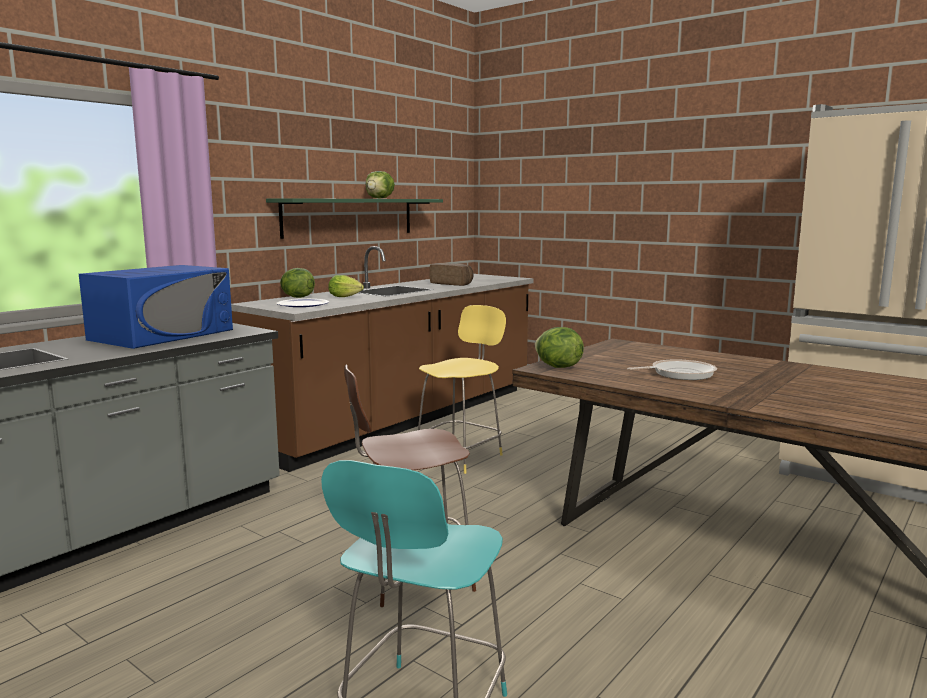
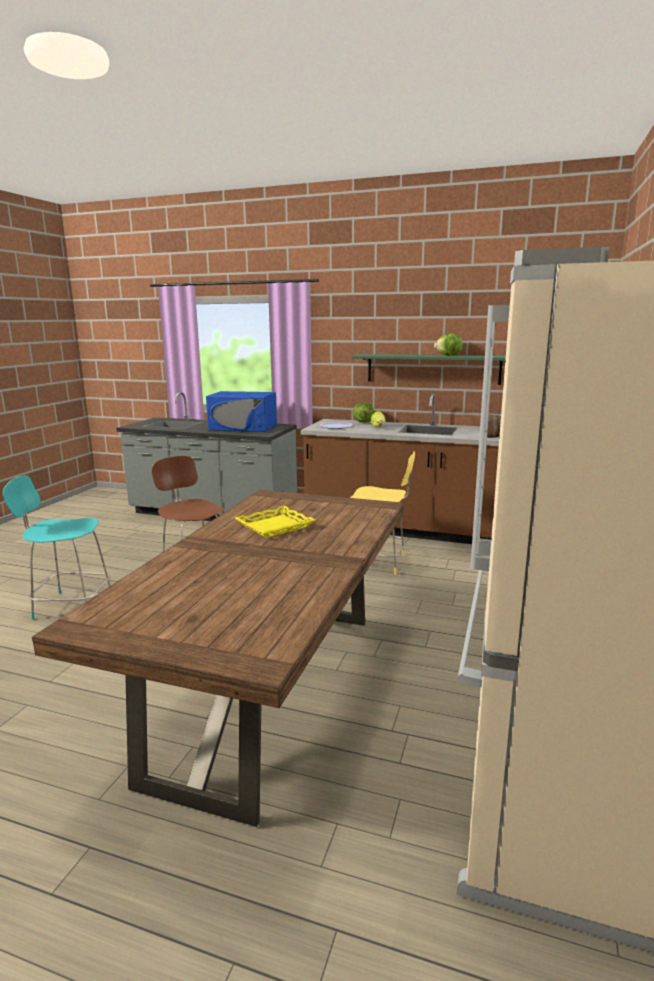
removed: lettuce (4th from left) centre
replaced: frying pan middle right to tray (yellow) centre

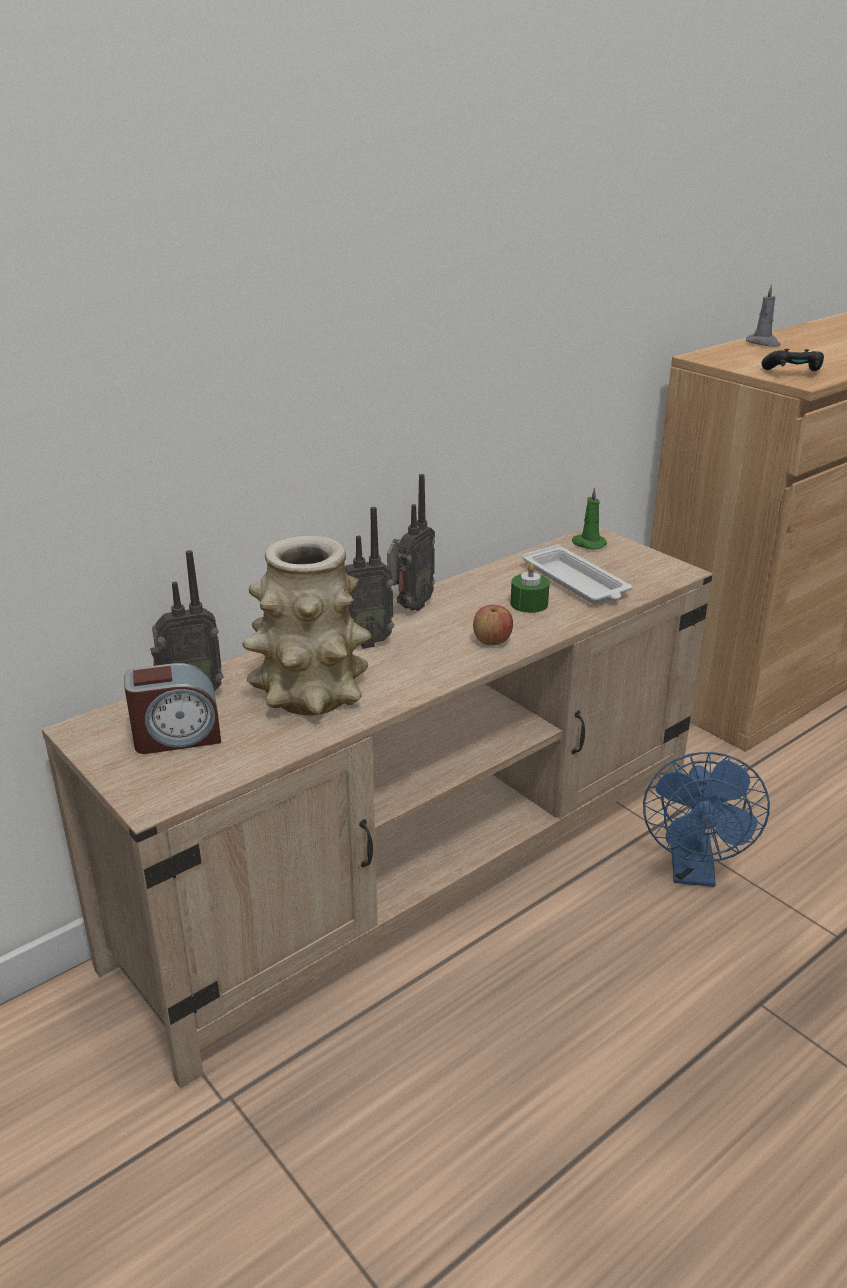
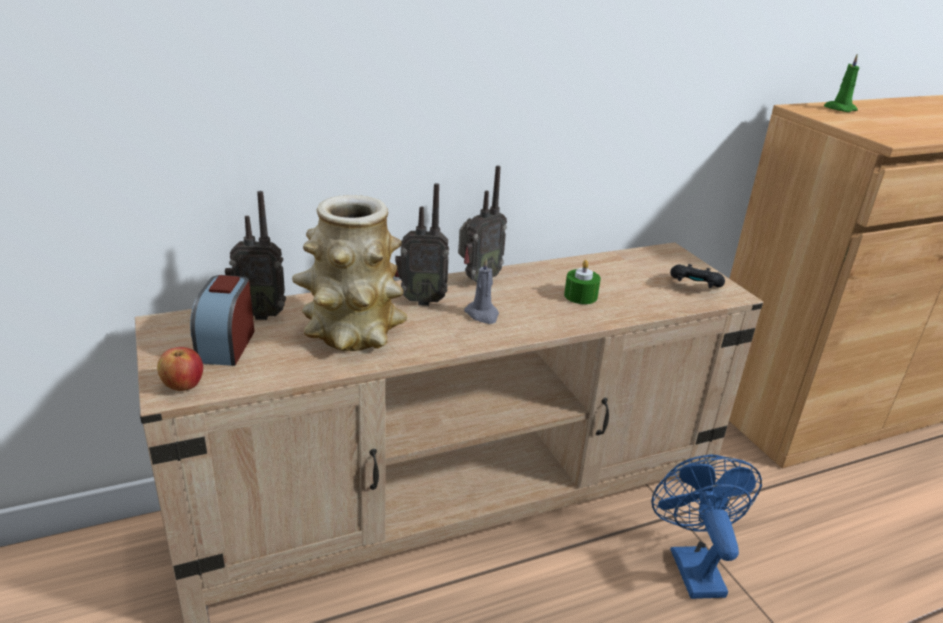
removed: tray (white) middle right
moved: candle (grey) top right to centre; game controller (black) top right to middle right; candle (green) (2nd from left) middle right to top right; apple centre to middle left
turned: alarm clock middle left = middle left 90 degrees clockwise; fan (blue) middle right = bottom right 150 degrees clockwise

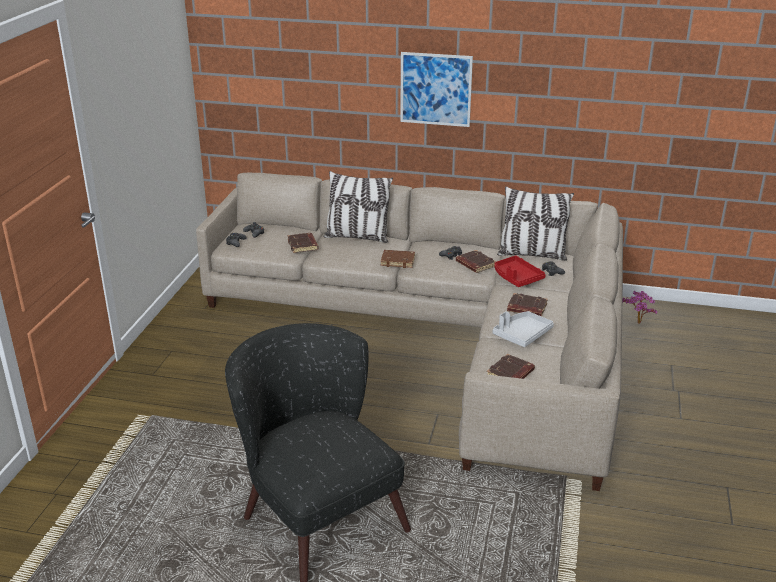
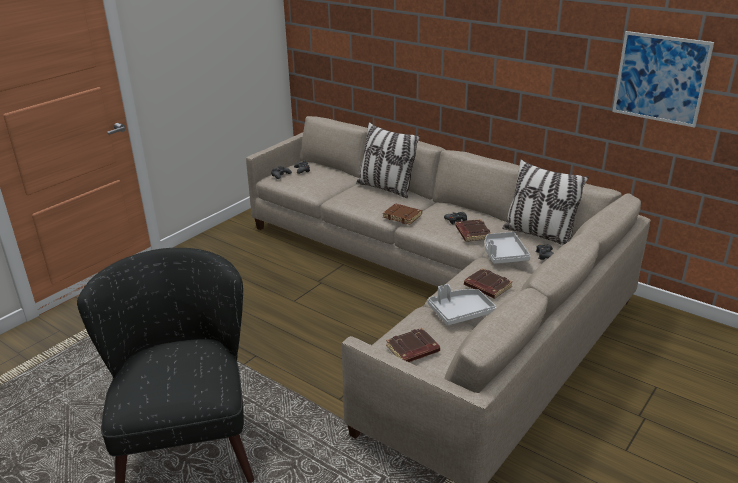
removed: book (brown) (1st from left) centre; potted plant middle right
moved: picture top centre to top right
recoloured: tray (red) middle right to tray (grey) (2nd from left) middle right

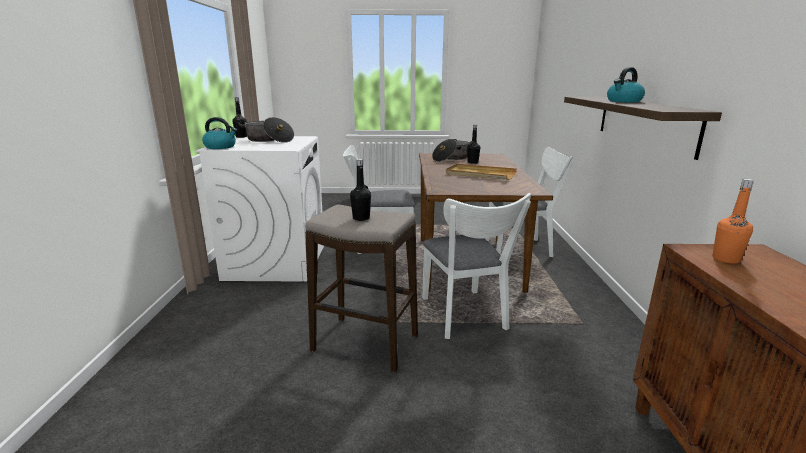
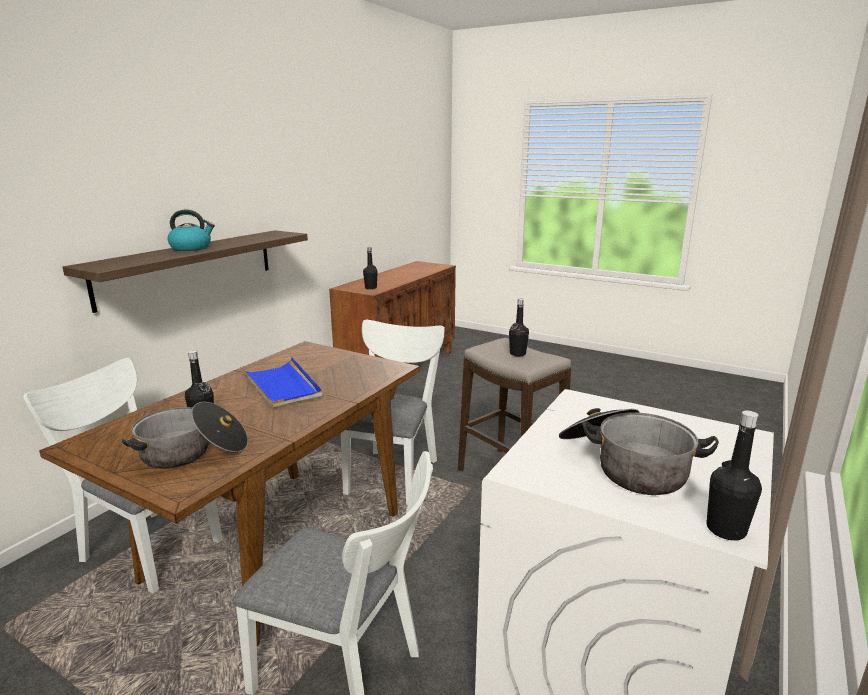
removed: kettle (1st from left) top left
recoloured: tray (beige) centre to tray (blue) middle left; bottle (orange) middle right to bottle (black) (2nd from left) centre

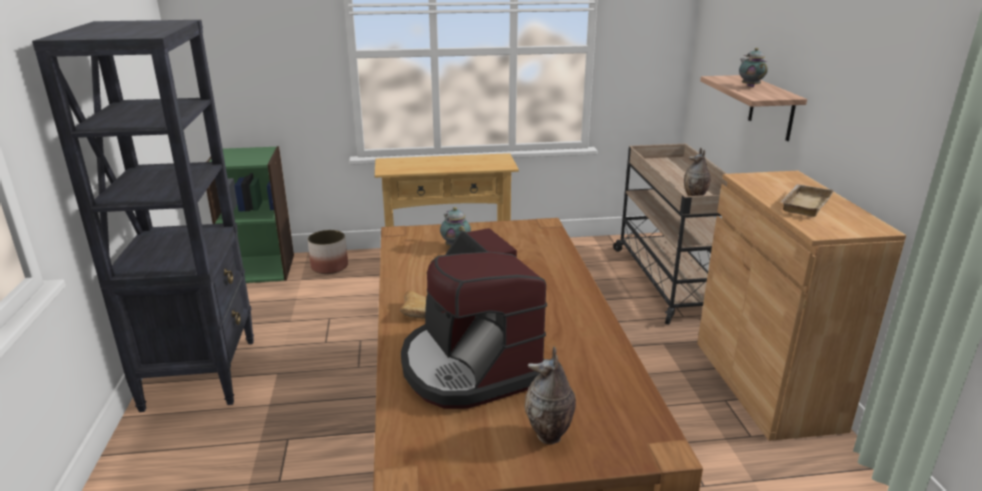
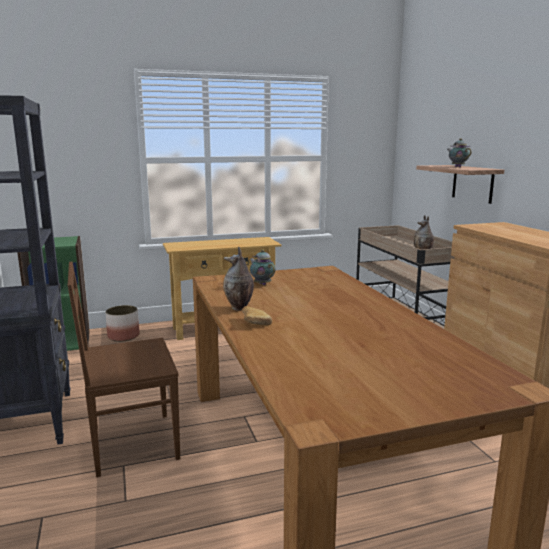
removed: tray (beige) middle right; coffee machine centre
added: chair (brown) bottom left
moved: vase (1st from left) bottom centre to centre

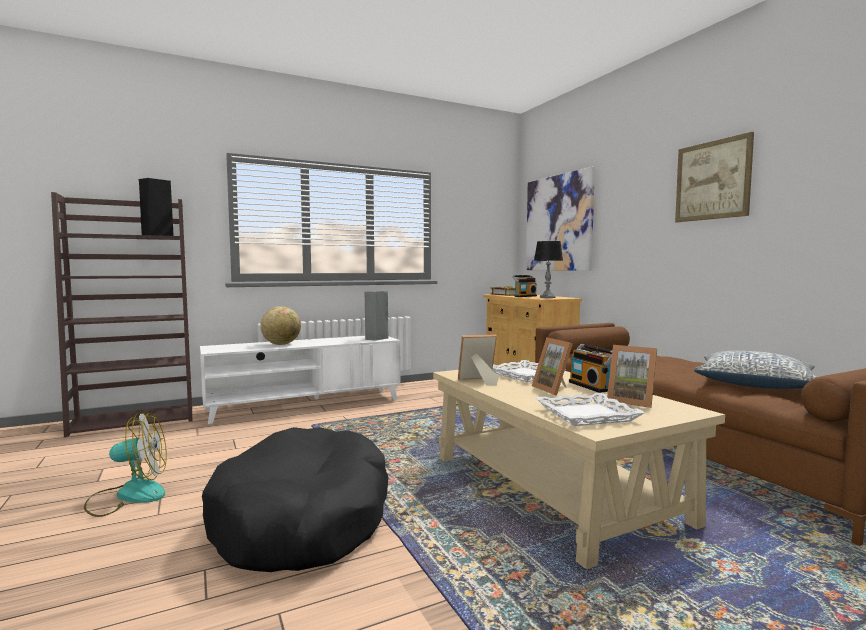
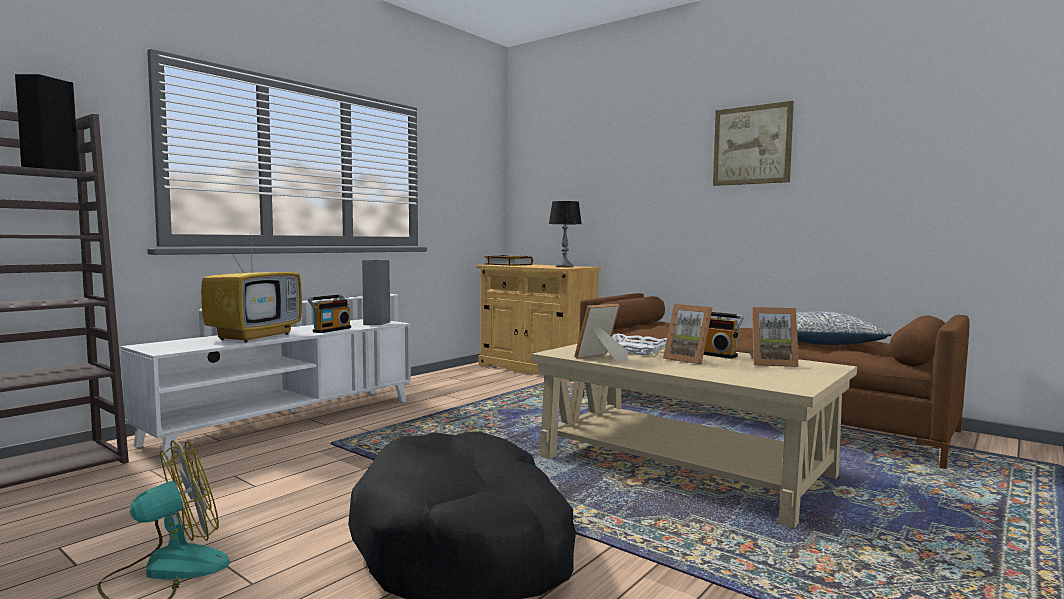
removed: picture (1st from left) centre; tray (white) (2nd from left) middle right
moved: radio (1st from left) centre to middle left
replaced: globe middle left to television middle left

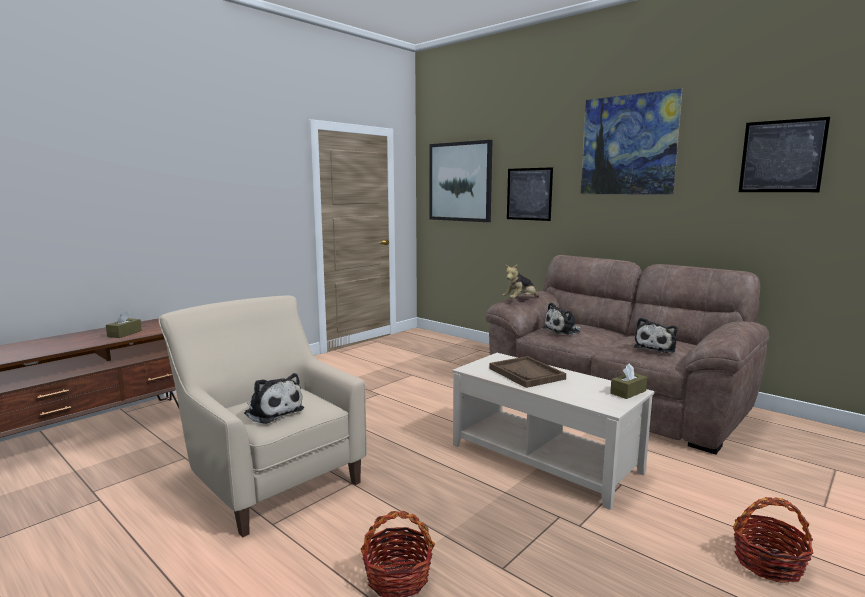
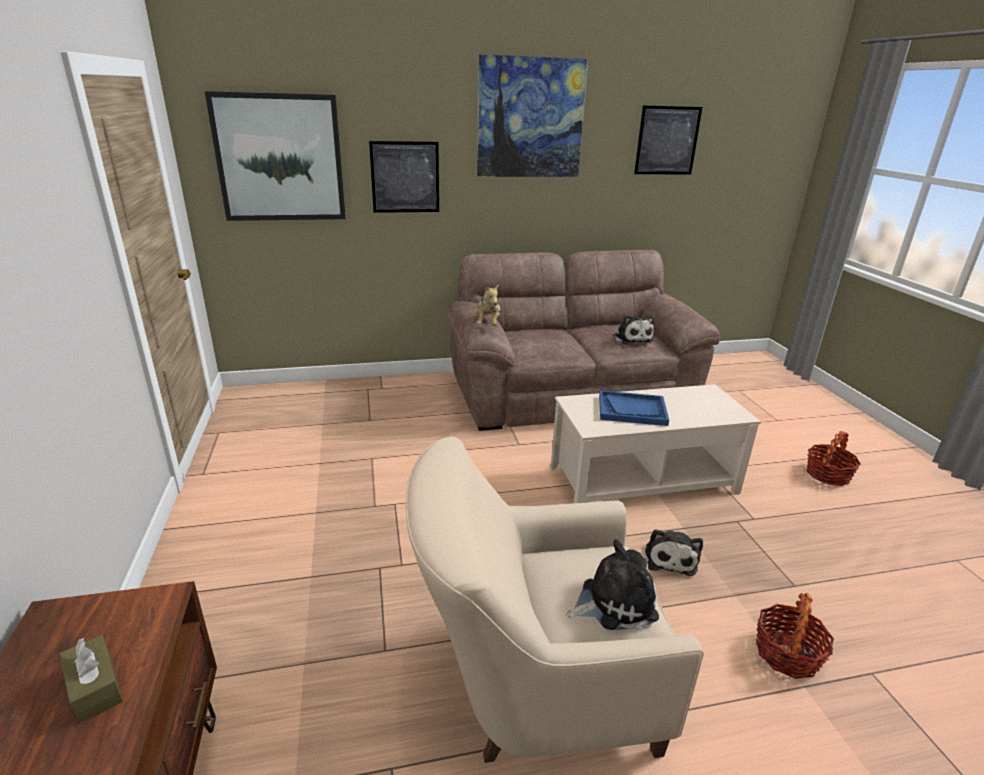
removed: tissue box (brown) (2nd from left) middle right
moved: plush toy (3rd from left in the first image) centre to plush toy (4th from left) bottom right
recoloured: tray (brown) centre to tray (blue) centre

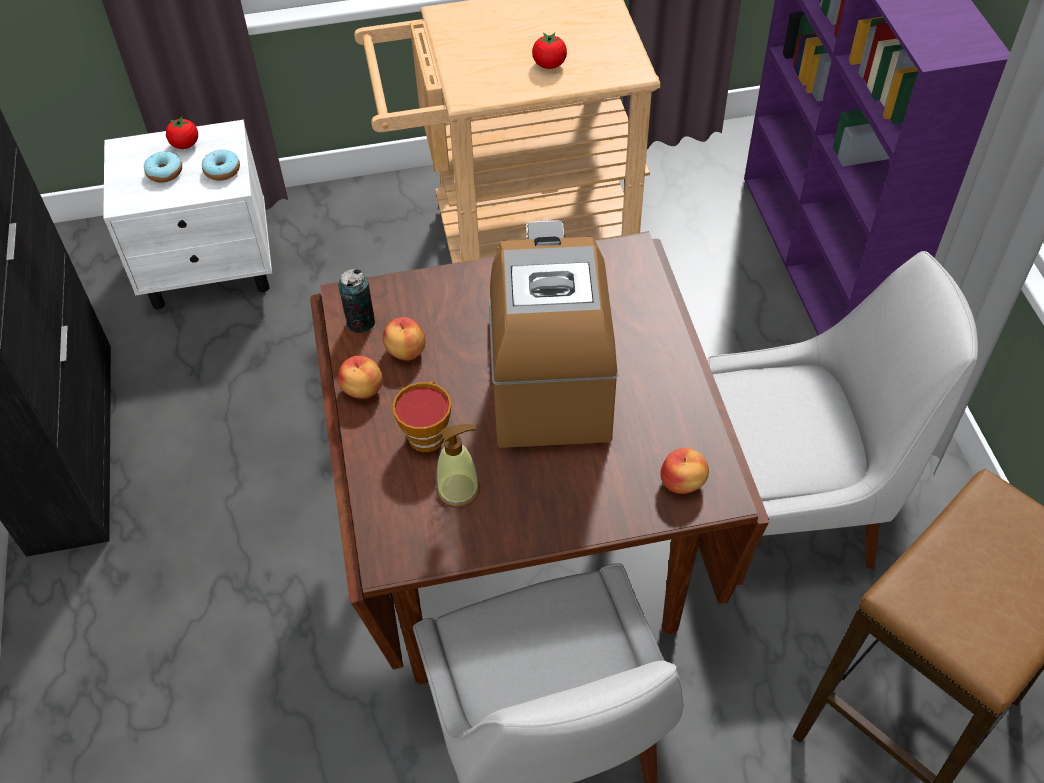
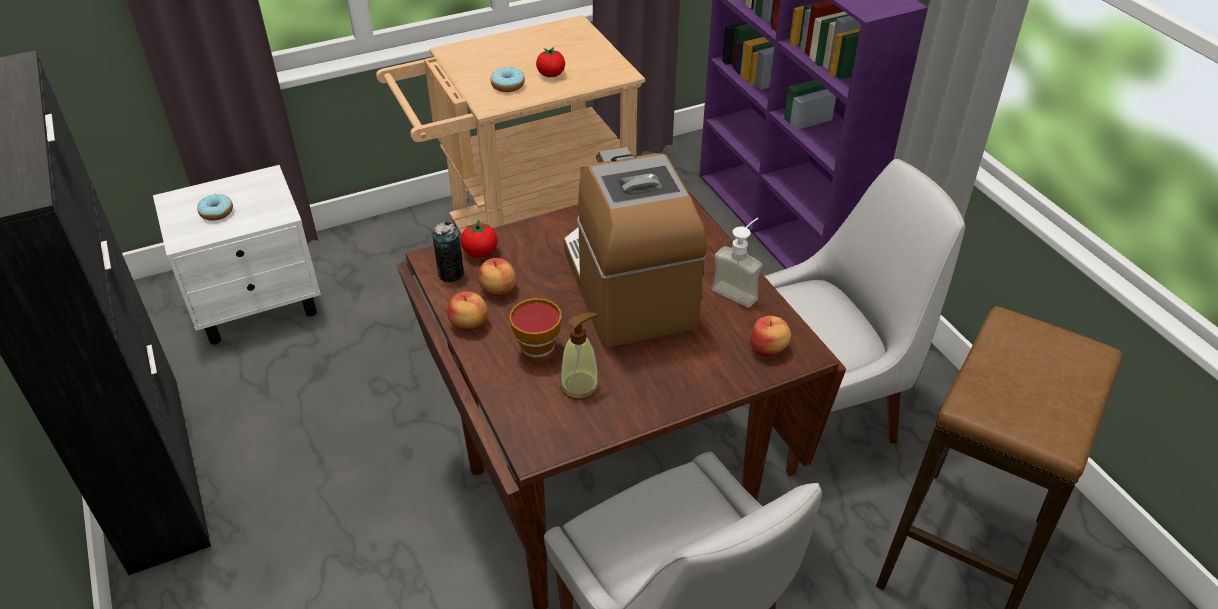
added: soap dispenser (2nd from left) centre
moved: tomato (1st from left) top left to centre; donut (2nd from left) top left to top centre

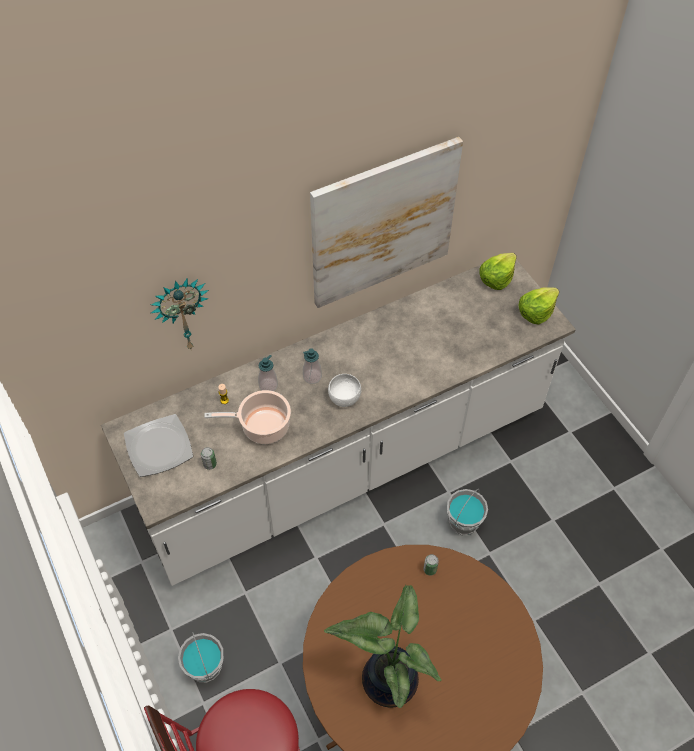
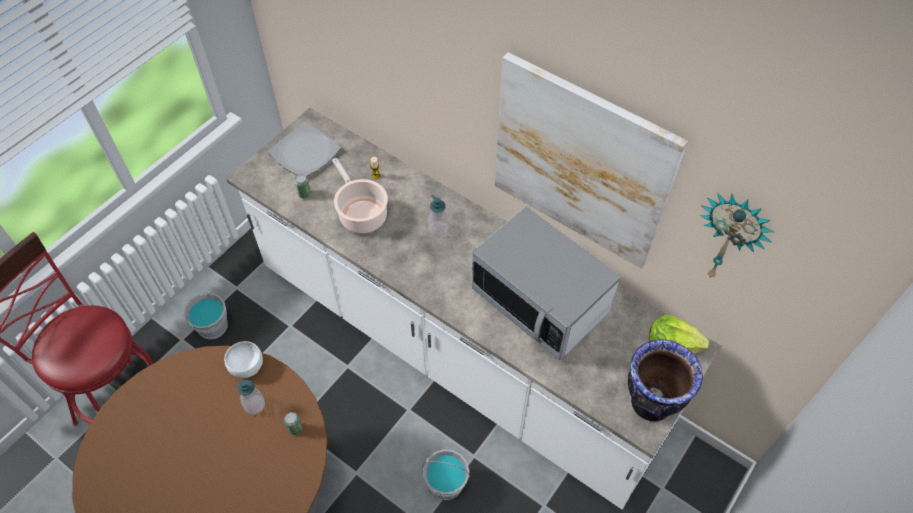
removed: potted plant bottom centre
added: microwave centre
moved: wall clock middle left to middle right; soap dispenser (1st from left) centre to bottom left; bowl (white) centre to bottom left
replaced: lettuce (2nd from left) middle right to vase bottom right

